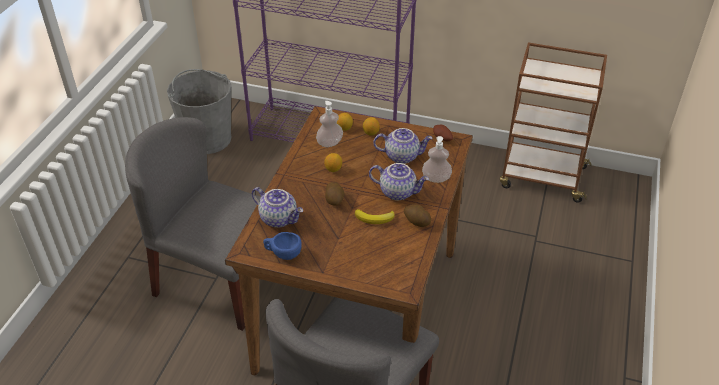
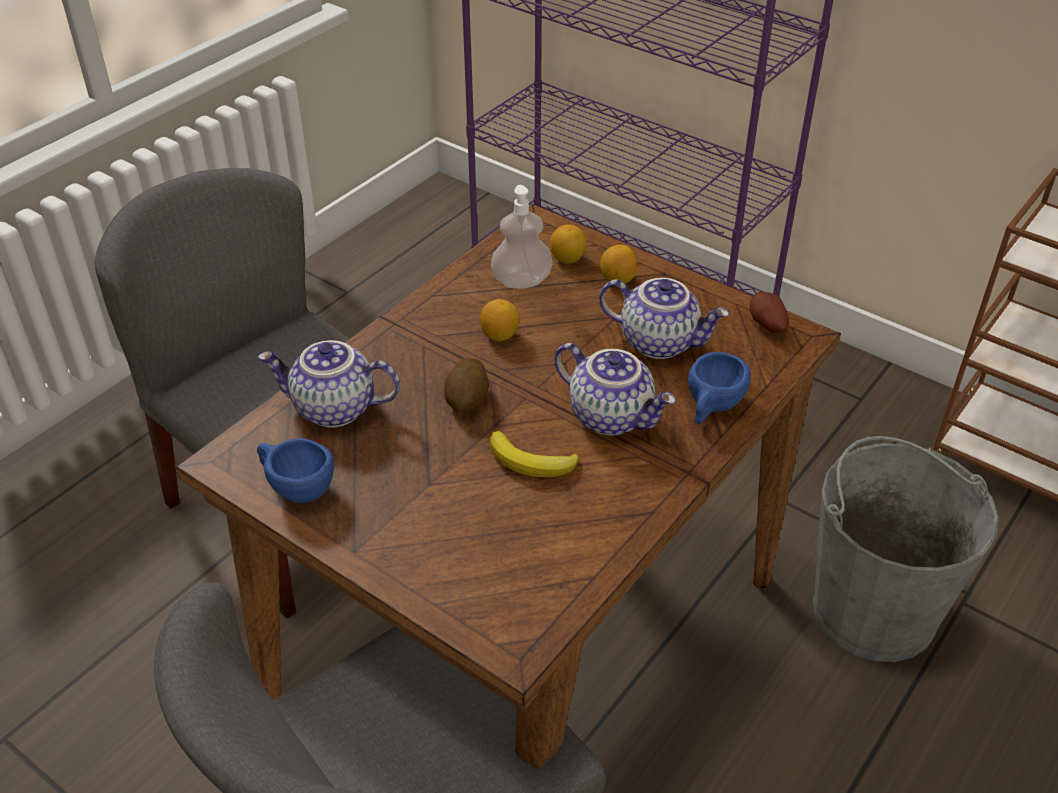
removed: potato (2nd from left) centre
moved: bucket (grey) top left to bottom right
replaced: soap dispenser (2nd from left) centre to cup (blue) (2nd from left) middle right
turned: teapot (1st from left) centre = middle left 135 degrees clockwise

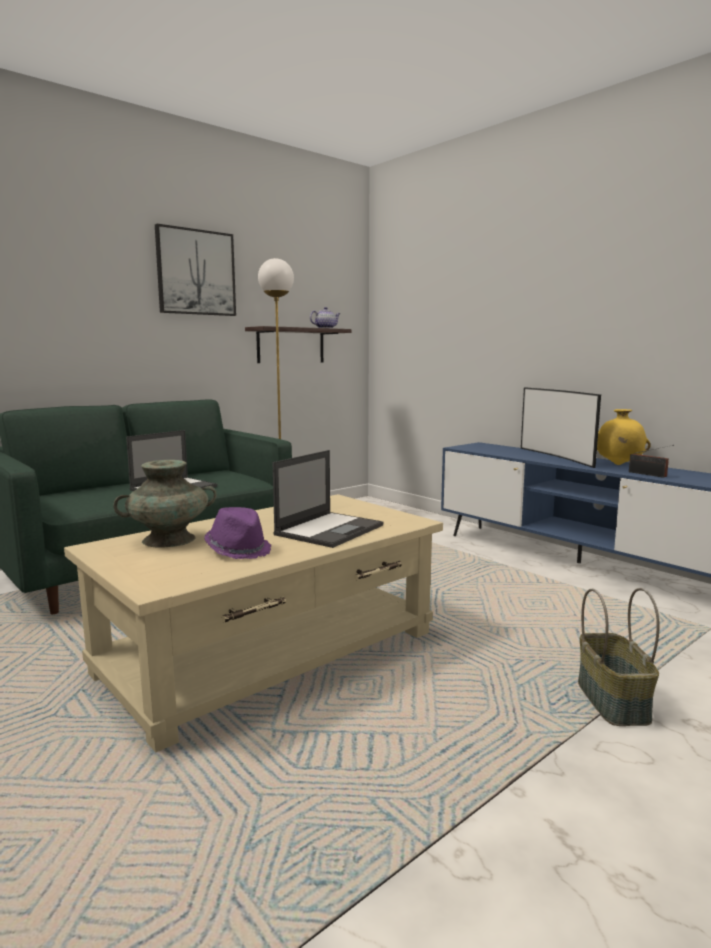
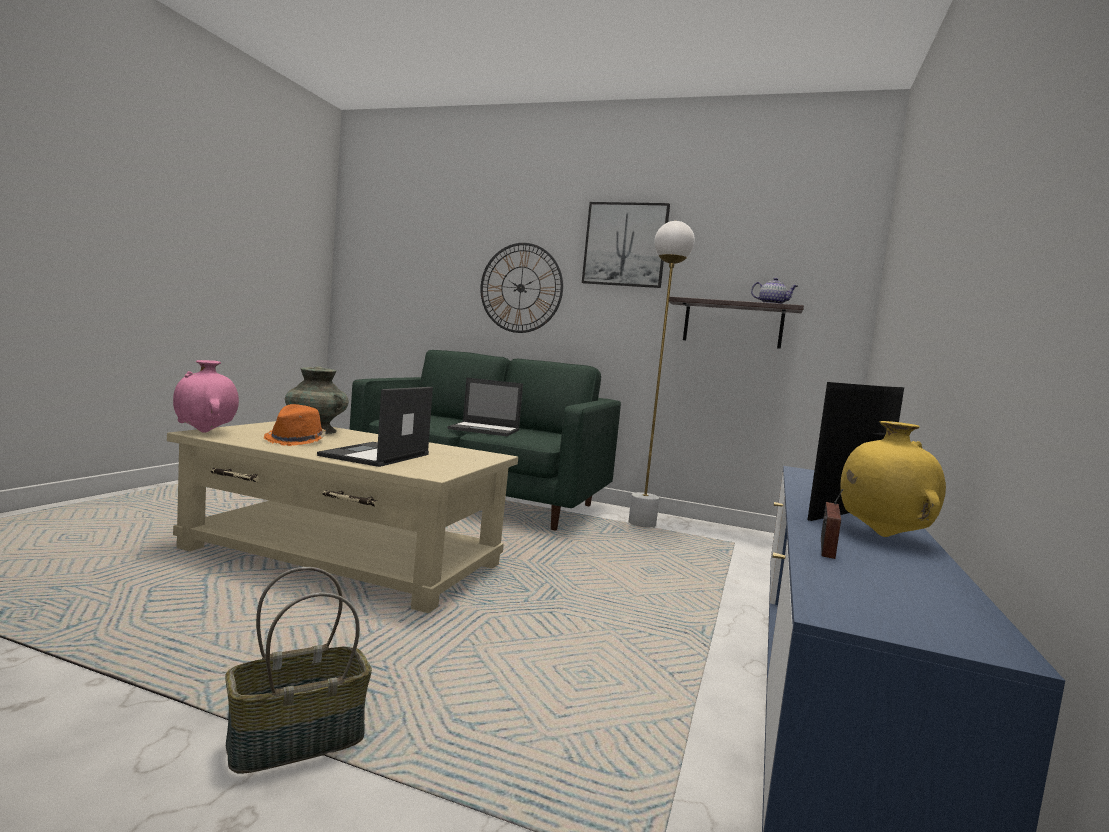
added: wall clock centre; vase (pink) middle left
recoloured: hat (purple) centre to hat (orange) middle left
turned: laptop (2nd from left in the first image) centre = centre 105 degrees clockwise

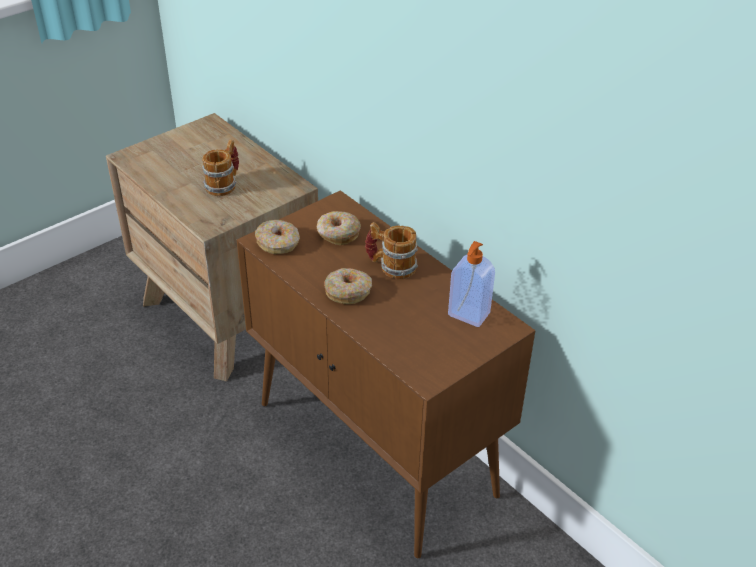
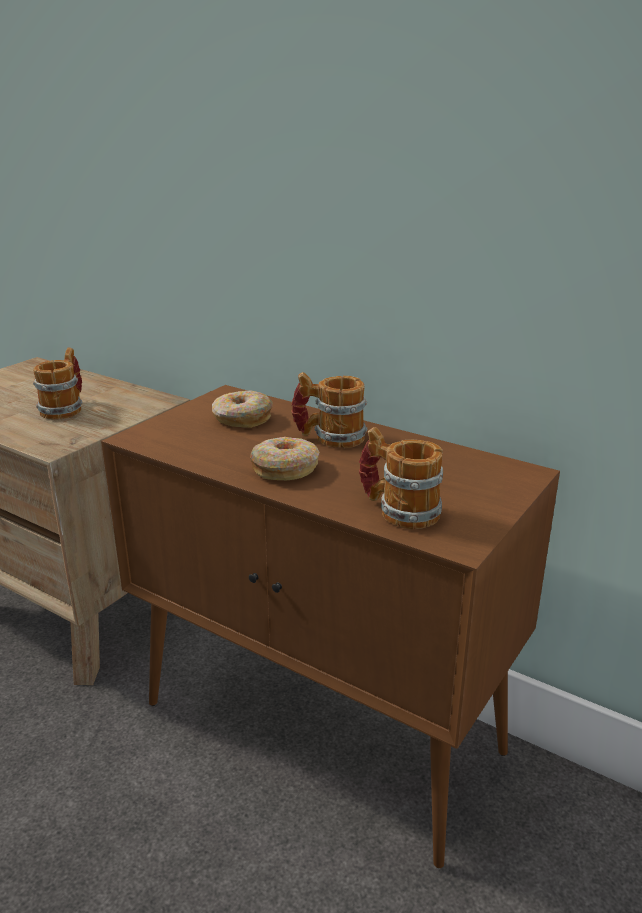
removed: donut (1st from left) centre; soap dispenser centre
added: mug (3rd from left) centre

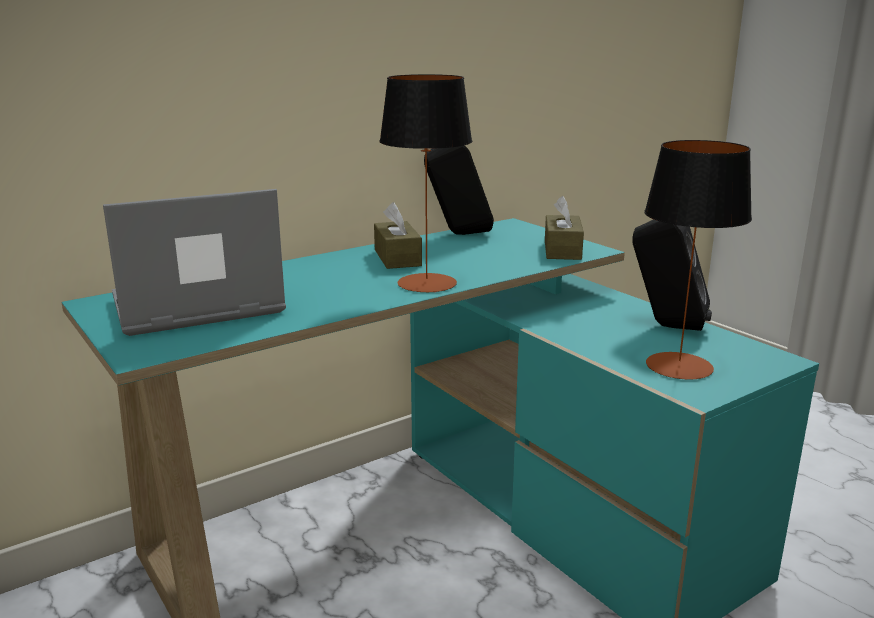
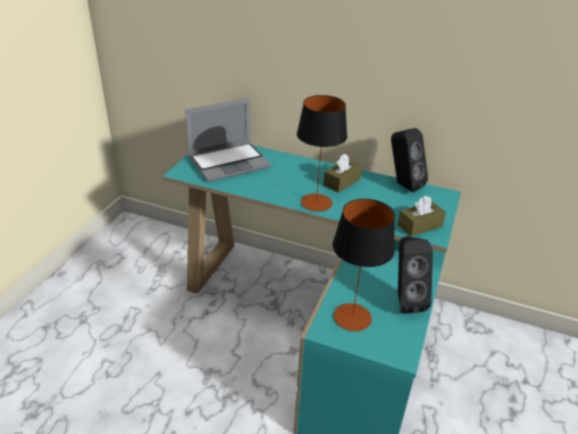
turned: laptop middle left = top centre 120 degrees clockwise

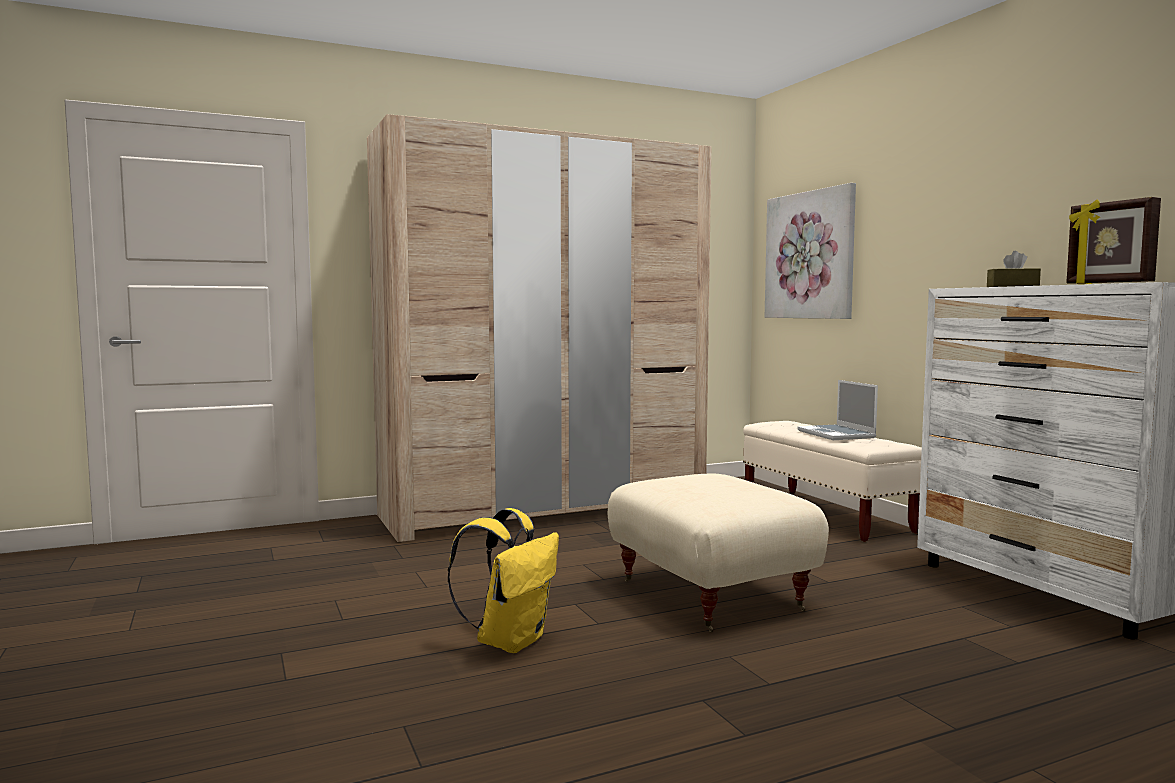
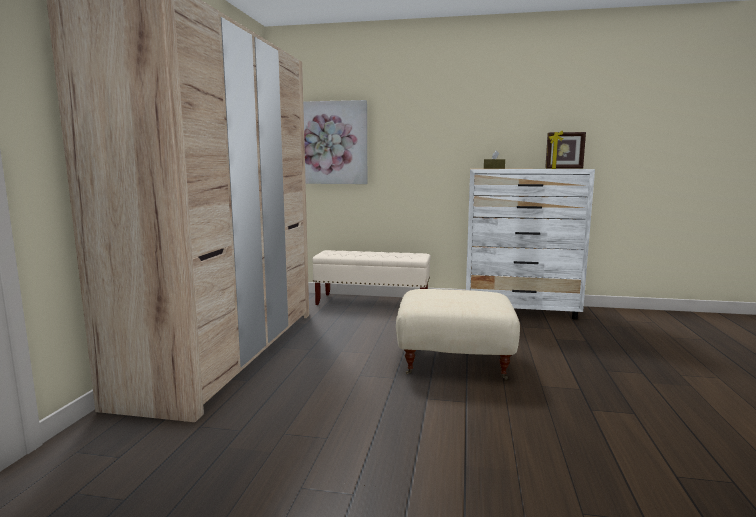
removed: laptop middle right; backpack (yellow) bottom centre

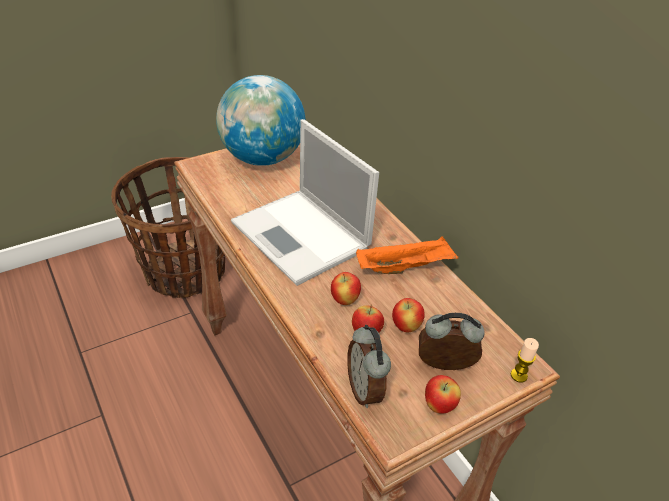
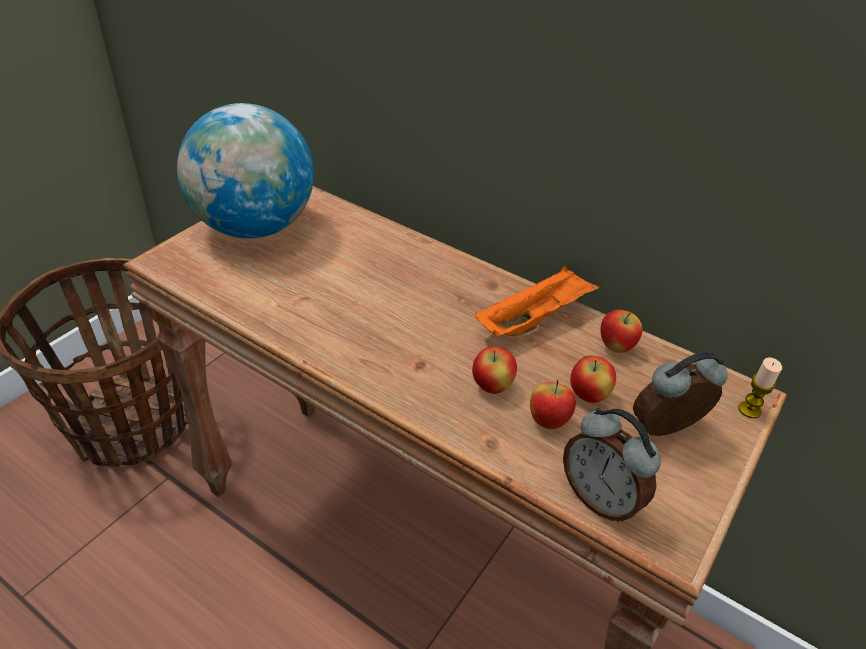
removed: laptop centre
moved: apple (4th from left) bottom centre to middle right

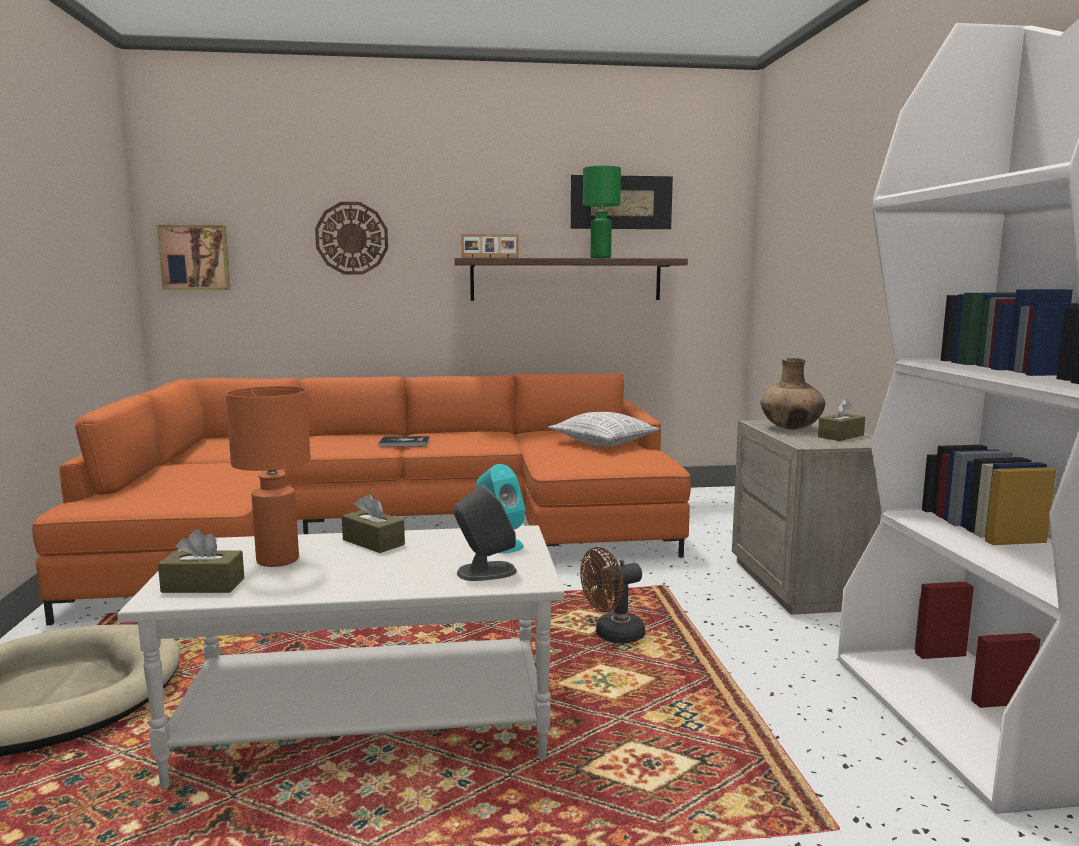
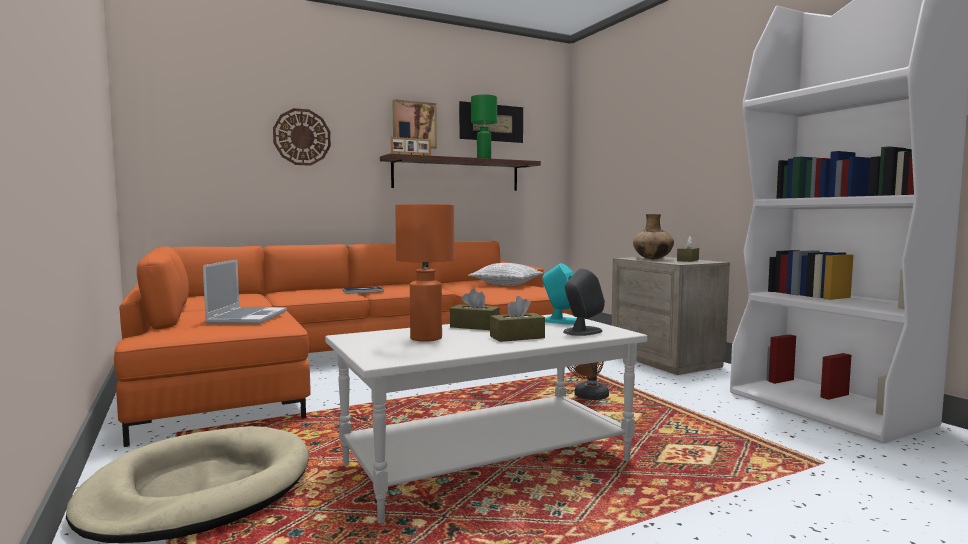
added: laptop middle left
moved: picture (1st from left) top left to top centre; tissue box (brown) (1st from left in the first image) middle left to tissue box (brown) (2nd from left) centre

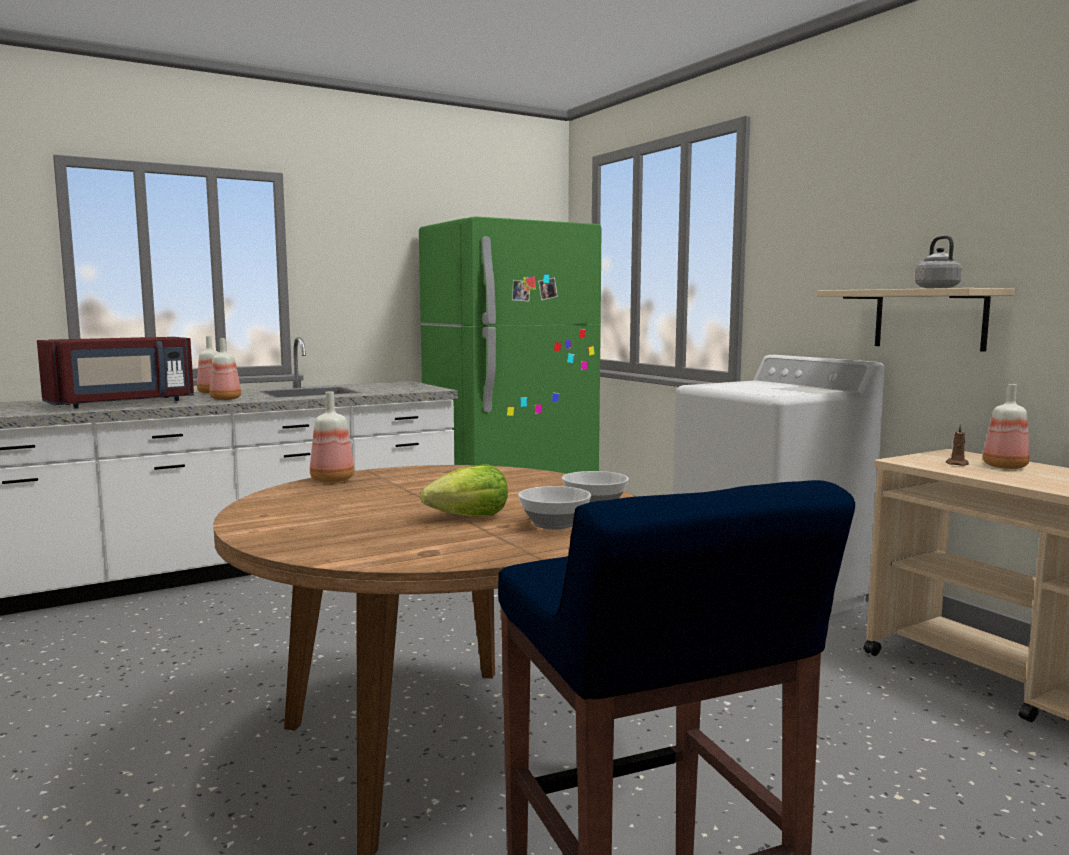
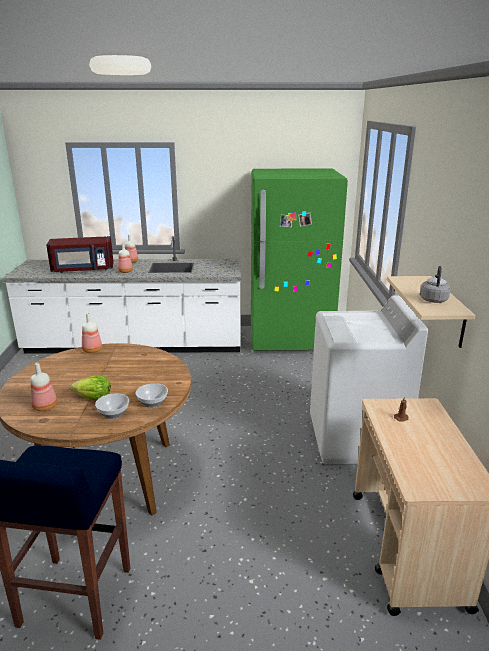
moved: bottle (4th from left in the first image) middle right to bottle (1st from left) middle left

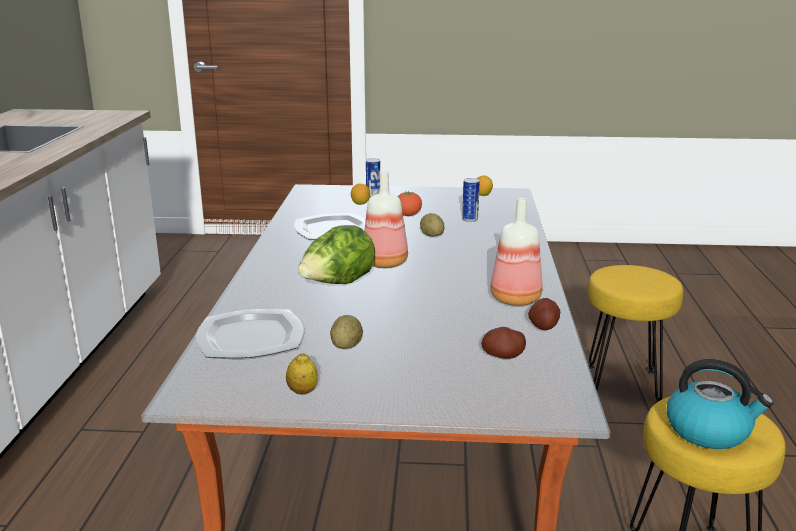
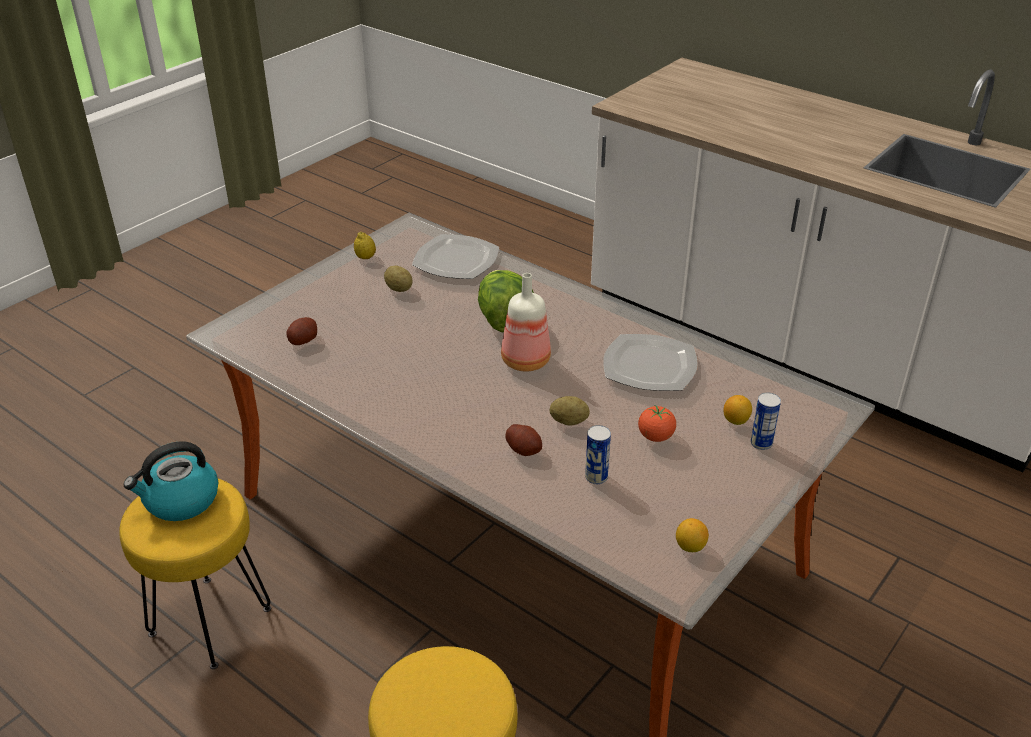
removed: bottle (2nd from left) centre
moved: potato (4th from left in the first image) middle right to potato (3rd from left) centre

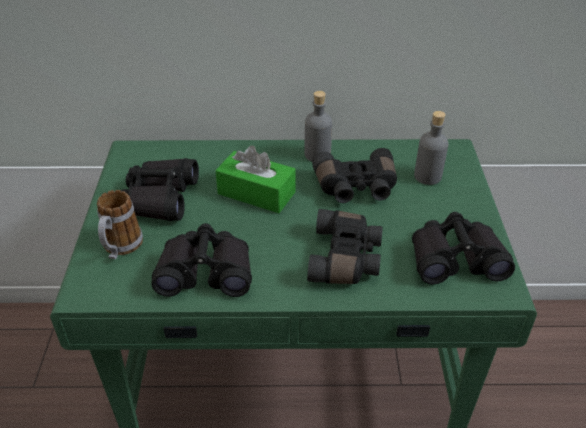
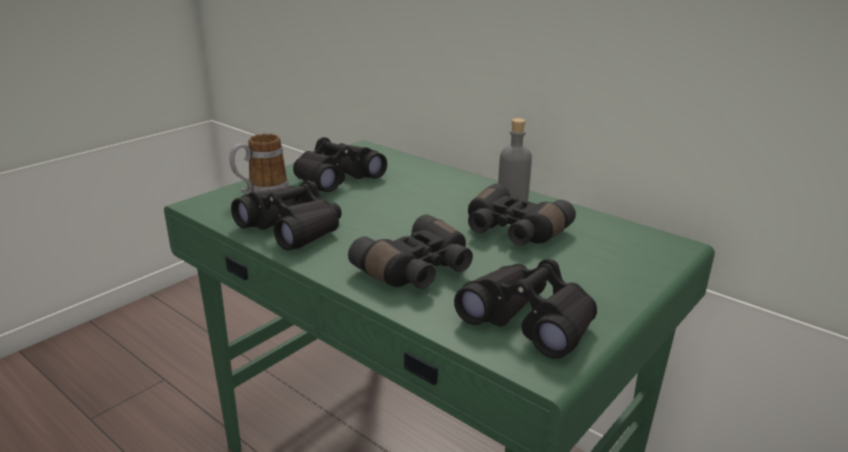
removed: bottle (grey) (2nd from left) middle right; tissue box (green) centre

